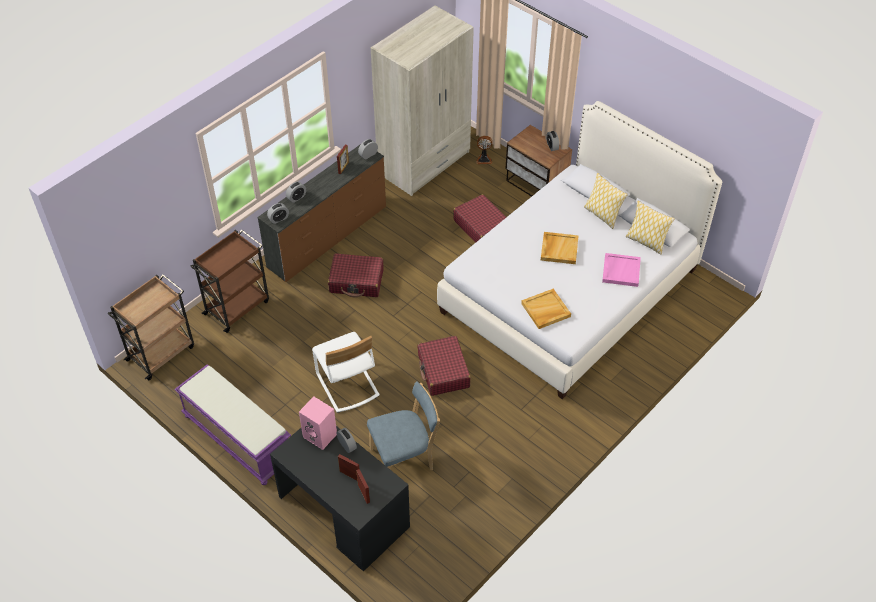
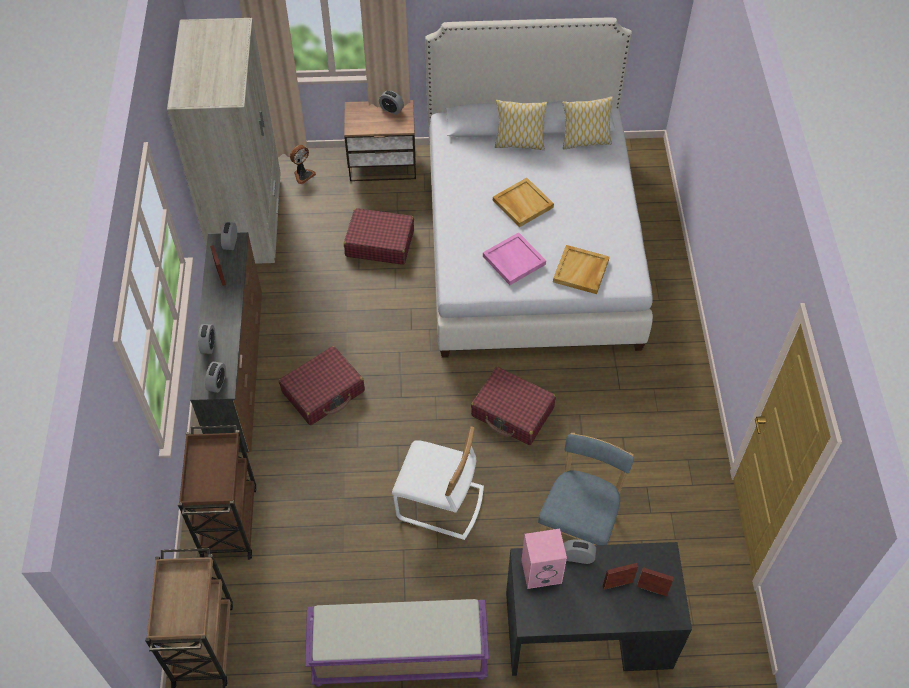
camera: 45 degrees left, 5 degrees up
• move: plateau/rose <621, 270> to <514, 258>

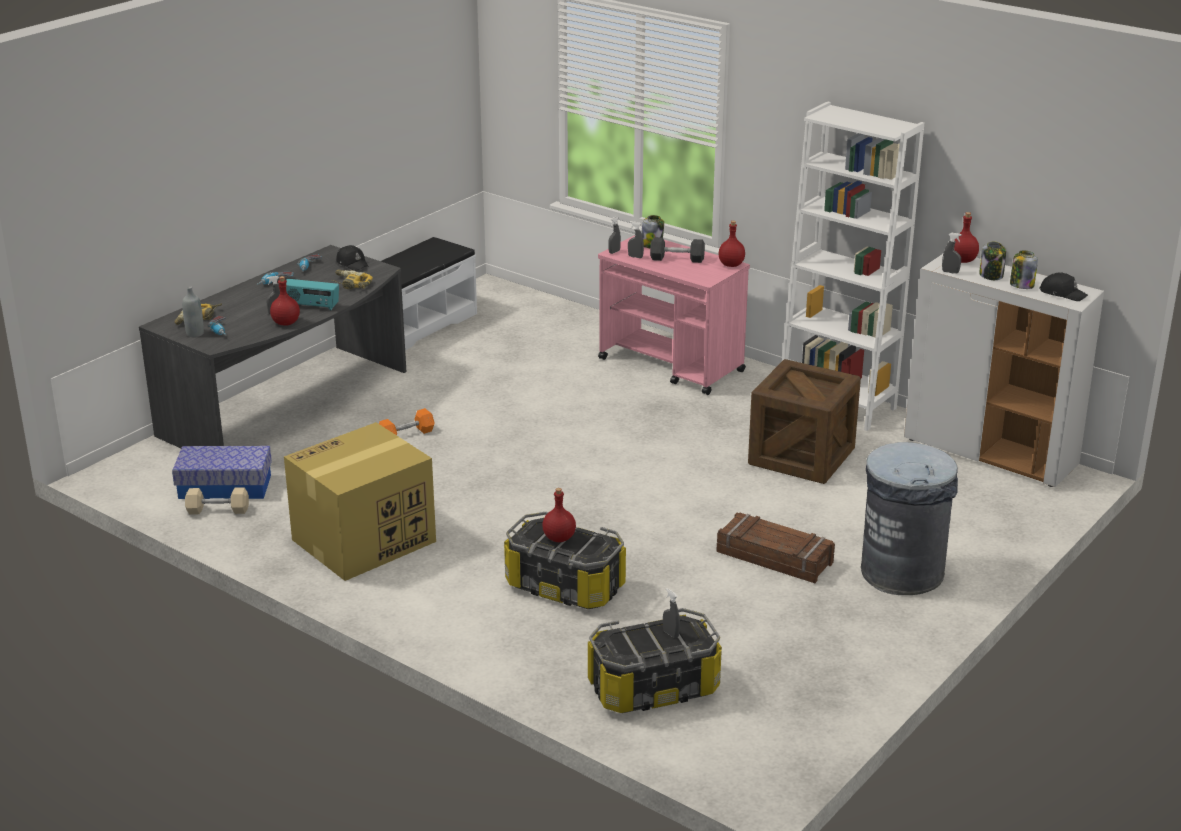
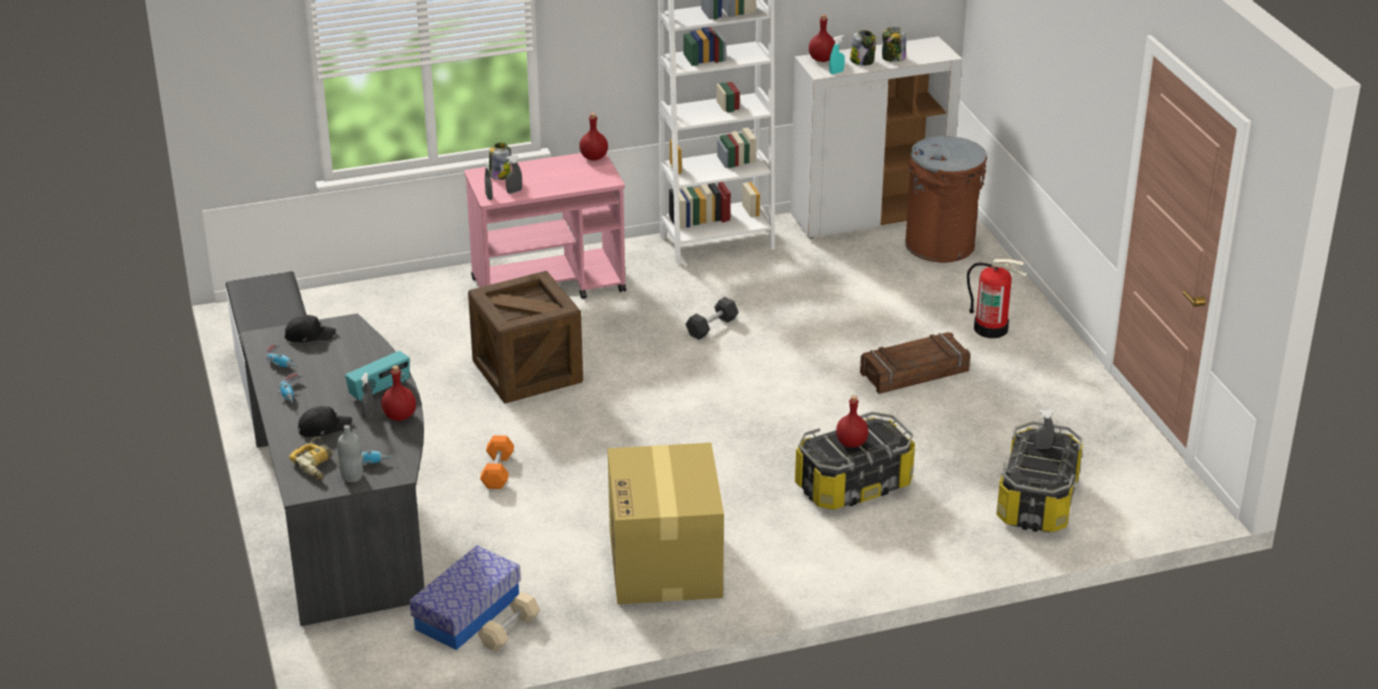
camera: 55 degrees left, 5 degrees up
• delete: perceuse <352, 279>
• insert: poubelle/marron <946, 199>
• move: haltère/gris <677, 250> to <712, 318>
• move: caisse <804, 421> to <525, 337>
• move: casquette/noir <1063, 286> to <325, 421>
• replace: poubelle/gris <909, 518> to extincteur <997, 298>
• recolor: vaporisateur/gris <952, 253> to vaporisateur/turquoise <837, 54>

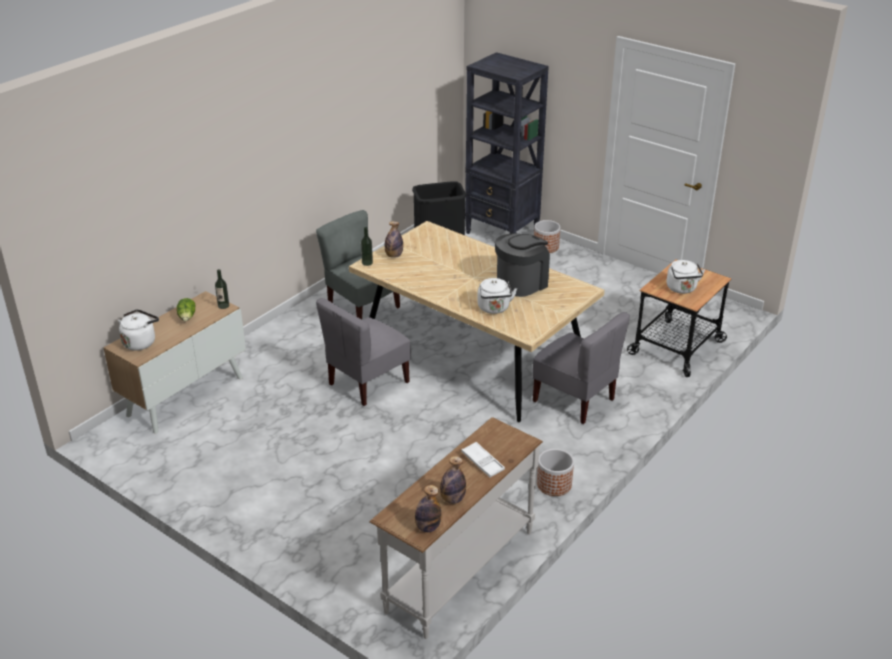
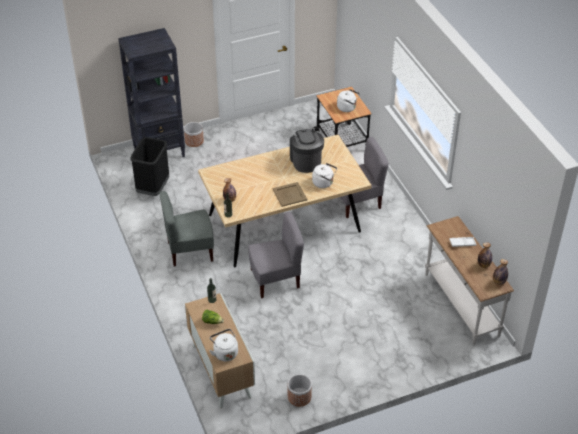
camera: 60 degrees left, 10 degrees up
• insert: plateau/beige <290, 194>
• move: cache-pot <555, 472> to <300, 390>
• rotate: chaise/gris <363, 352> = <276, 255> 90 degrees counterclockwise

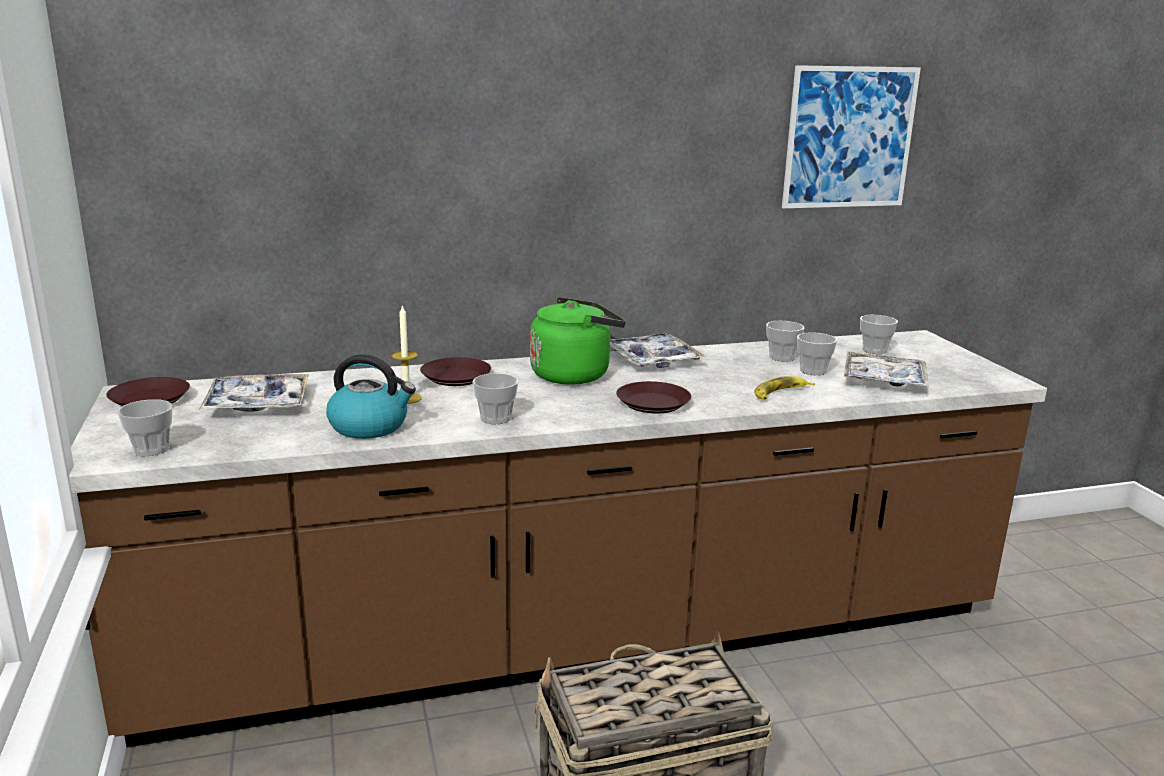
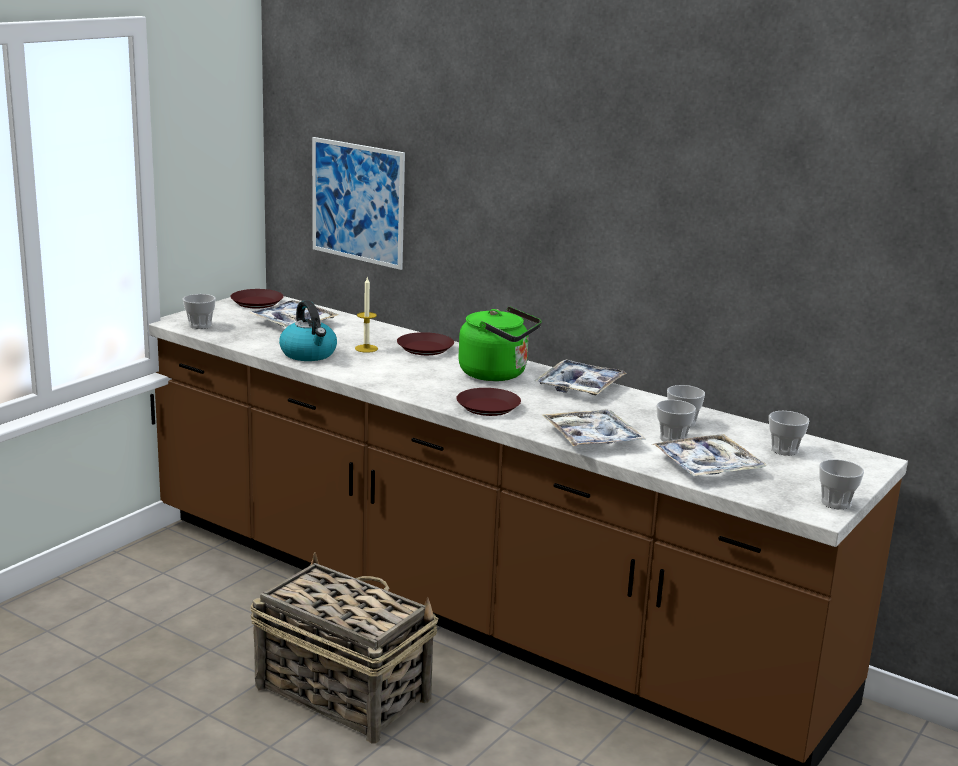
camera: 50 degrees right, 0 degrees up
• move: tasse <495, 398> to <841, 484>
• move: tableau <851, 136> to <358, 203>
• replace: banane <784, 388> to plateau <594, 428>

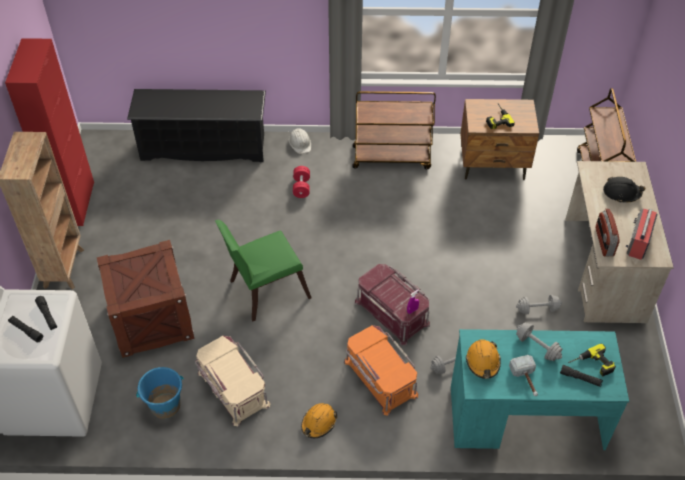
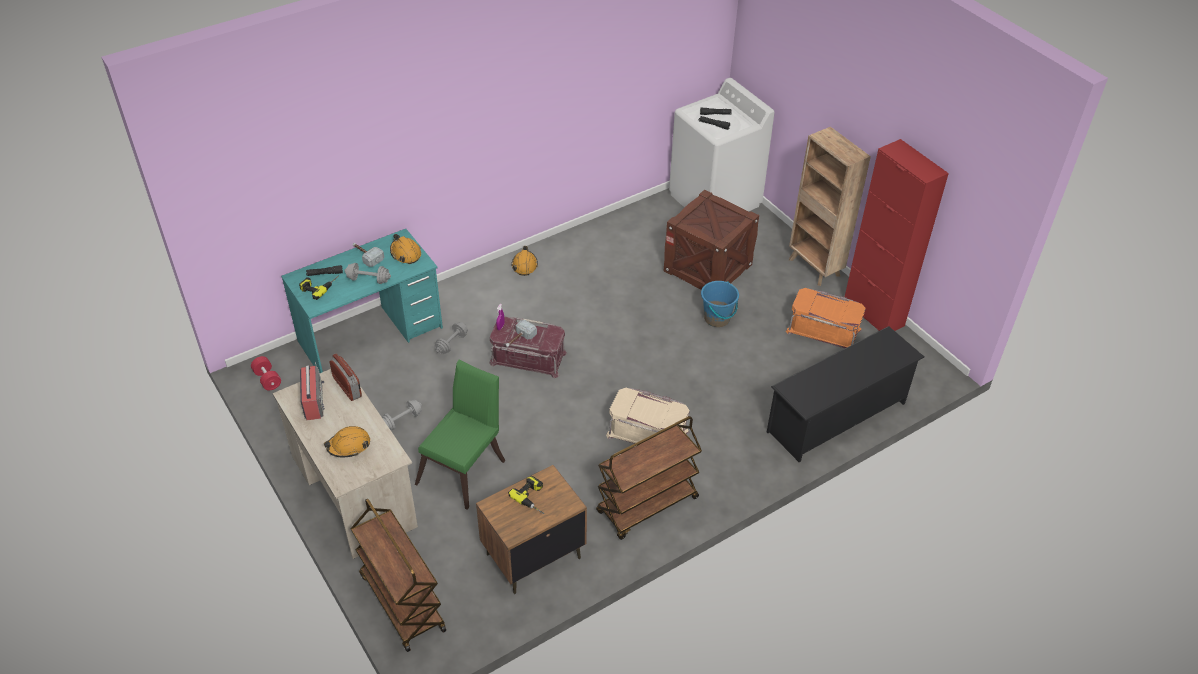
camera: 145 degrees right, 5 degrees down
• delete: casque de chantier/blanc <300, 141>
• insert: marteau <521, 333>
• move: seau/bleu <160, 393> to <720, 304>
• move: boîte de rangement/beige <232, 381> to <648, 416>
• move: chaise/vert <263, 270> to <460, 435>
• move: haltère/rouge <301, 182> to <266, 373>
• move: boîte de rangement/orange <381, 370> to <826, 318>
• recolor: casque de chantier/noir <624, 190> to casque de chantier/orange <347, 441>

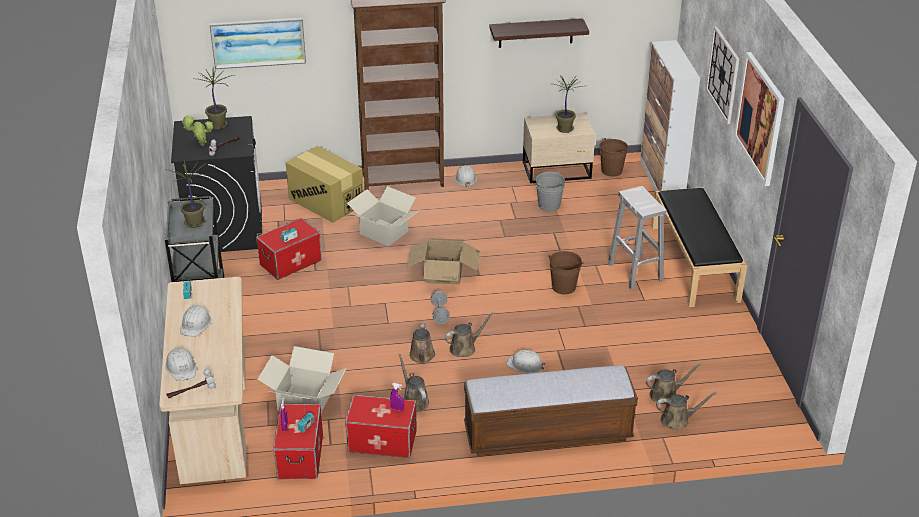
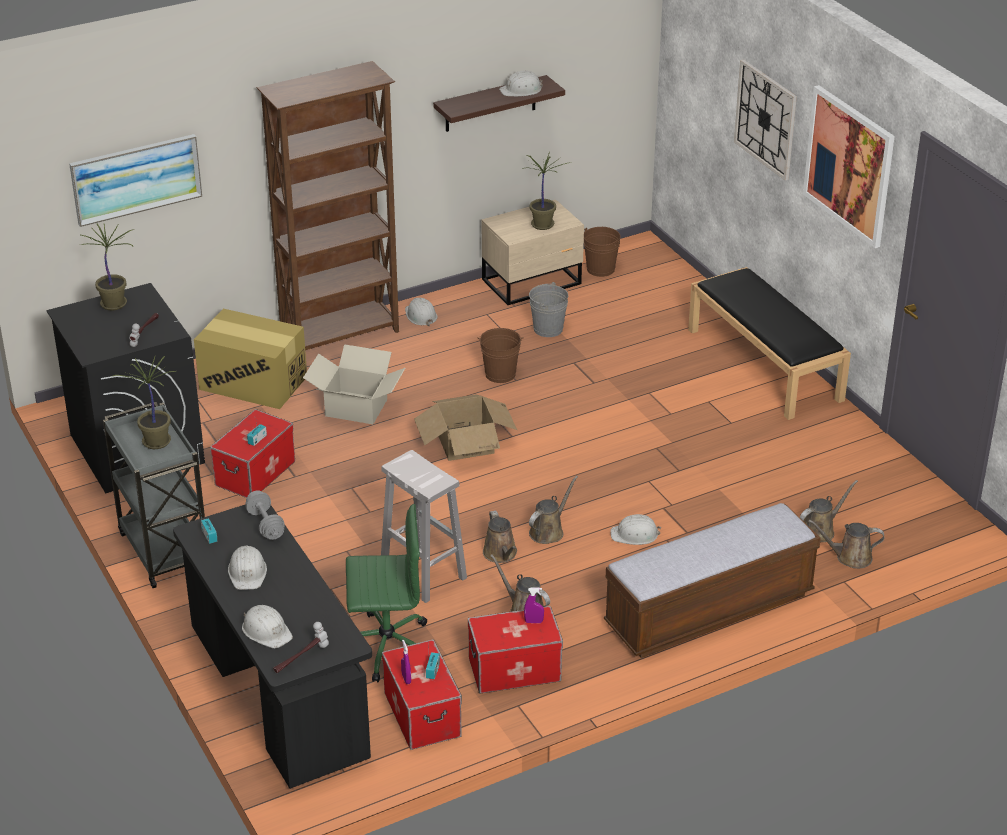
camera: 20 degrees left, 0 degrees up
• delete: plante en pot <197, 130>
• delete: meuble de rangement <670, 115>
• insert: casque de chantier/blanc <521, 83>
• move: haltère/gris <440, 307> to <265, 515>
• move: seau/marron <566, 272> to <500, 355>
• move: tabouret/blanc <637, 238> to <424, 526>
• replace: carton <302, 379> to chaise de bureau/vert <386, 593>
• recolor: bureau/beige <203, 380> to bureau/noir <272, 646>
• rotate: arrosoir/marron <686, 411> = <846, 544> 150 degrees counterclockwise

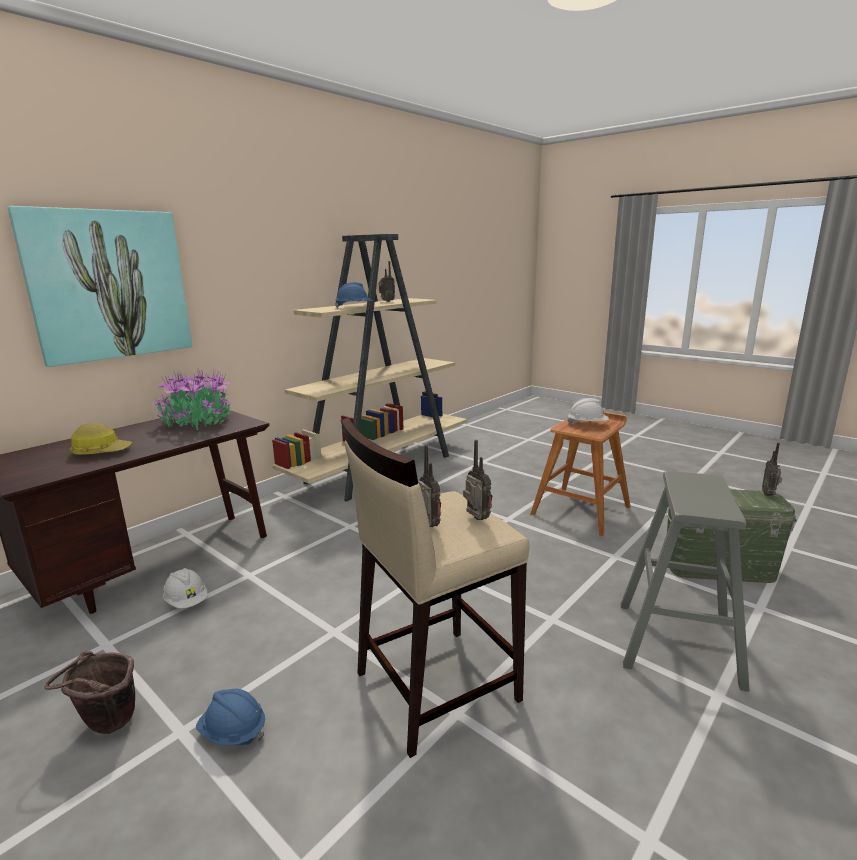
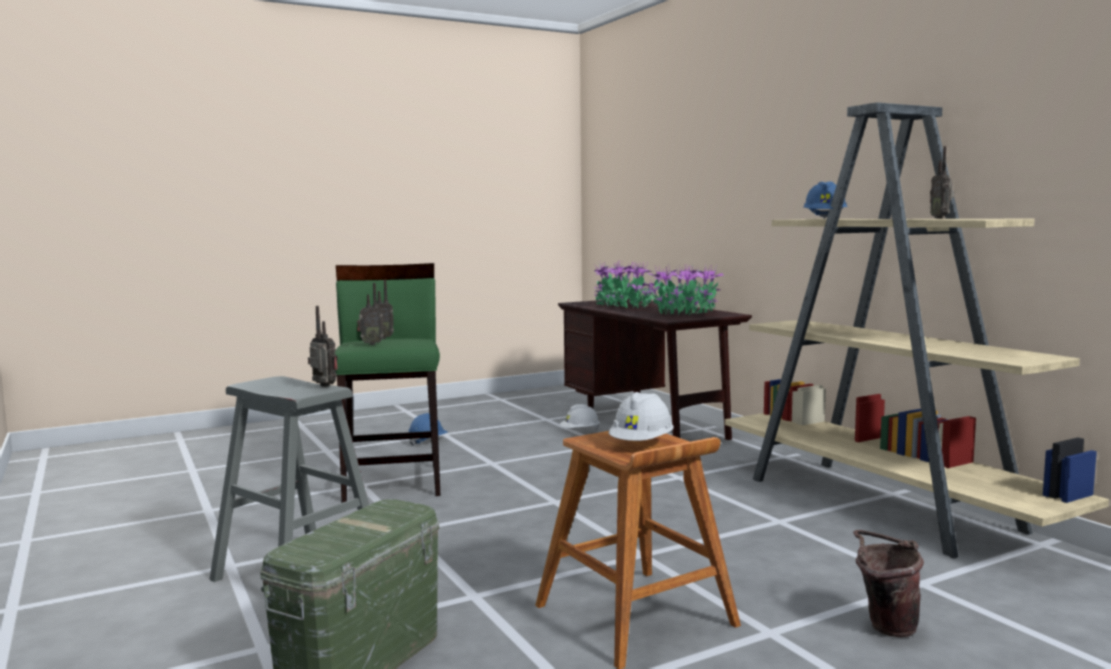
camera: 110 degrees right, 10 degrees down
• delete: tableau <99, 286>
• move: seau/marron <89, 692> to <888, 583>
• move: radio <772, 469> to <323, 346>
• replace: casque de chantier <101, 439> to plante en pot <624, 284>
• recolor: tabouret/beige <435, 588> to tabouret/vert <388, 383>

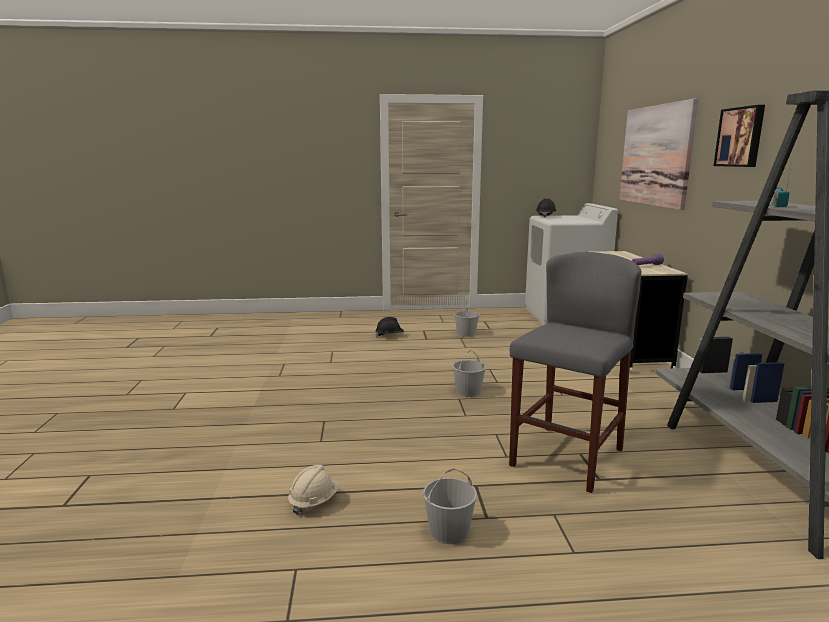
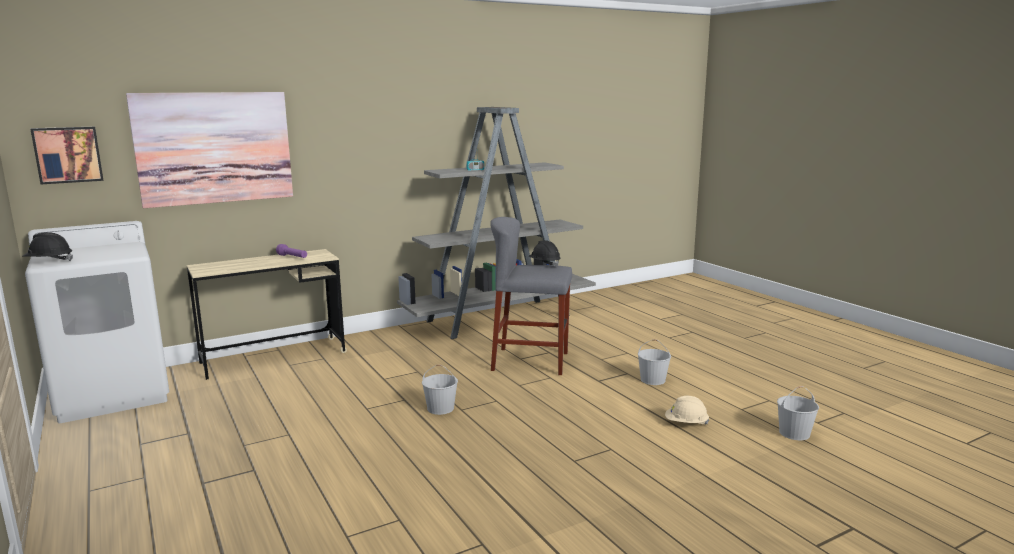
camera: 115 degrees left, 0 degrees up
• move: casque de chantier/noir <389, 327> to <544, 253>
• move: seau/blanc <466, 319> to <798, 413>
• move: tableau <739, 136> to <67, 155>

